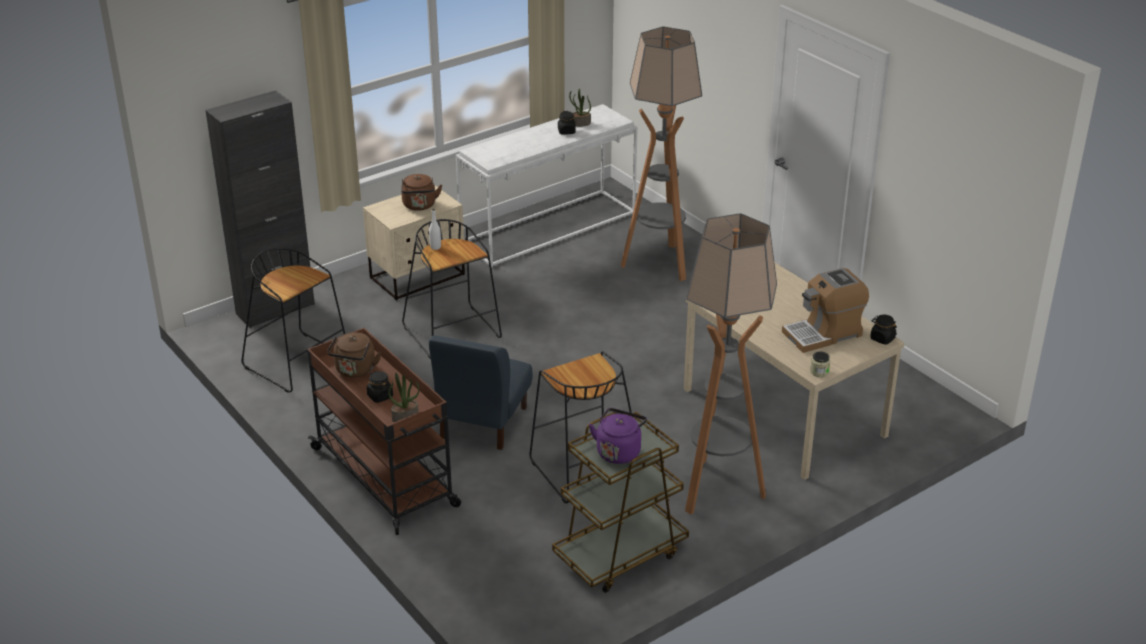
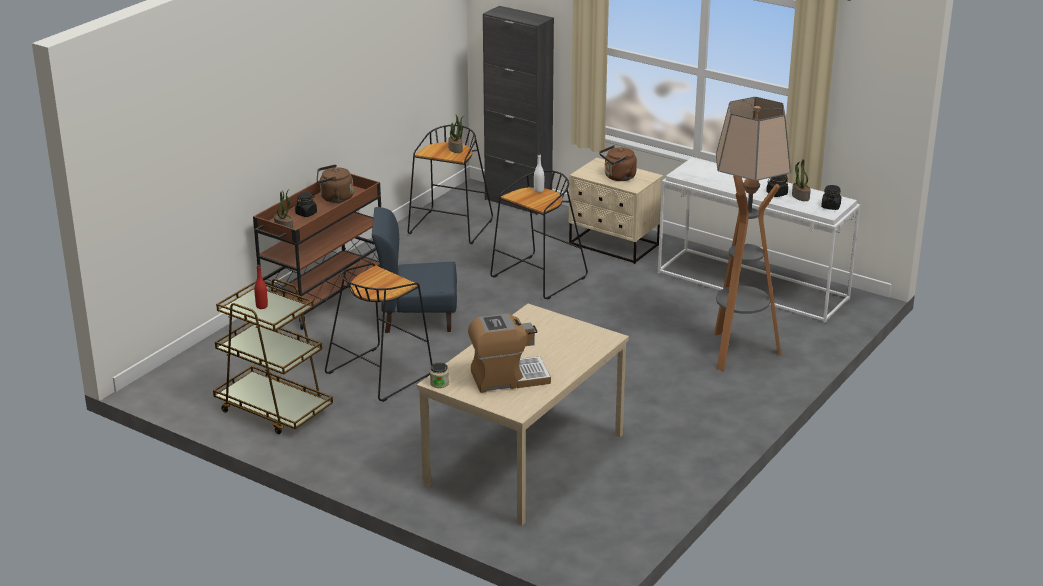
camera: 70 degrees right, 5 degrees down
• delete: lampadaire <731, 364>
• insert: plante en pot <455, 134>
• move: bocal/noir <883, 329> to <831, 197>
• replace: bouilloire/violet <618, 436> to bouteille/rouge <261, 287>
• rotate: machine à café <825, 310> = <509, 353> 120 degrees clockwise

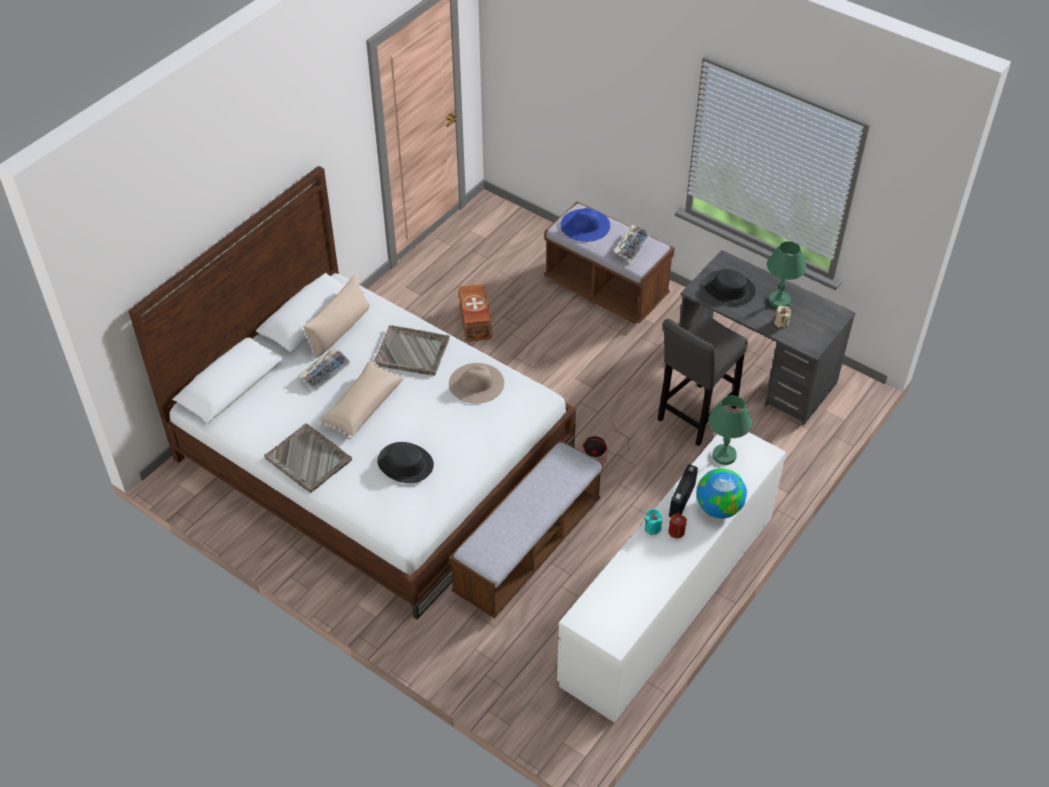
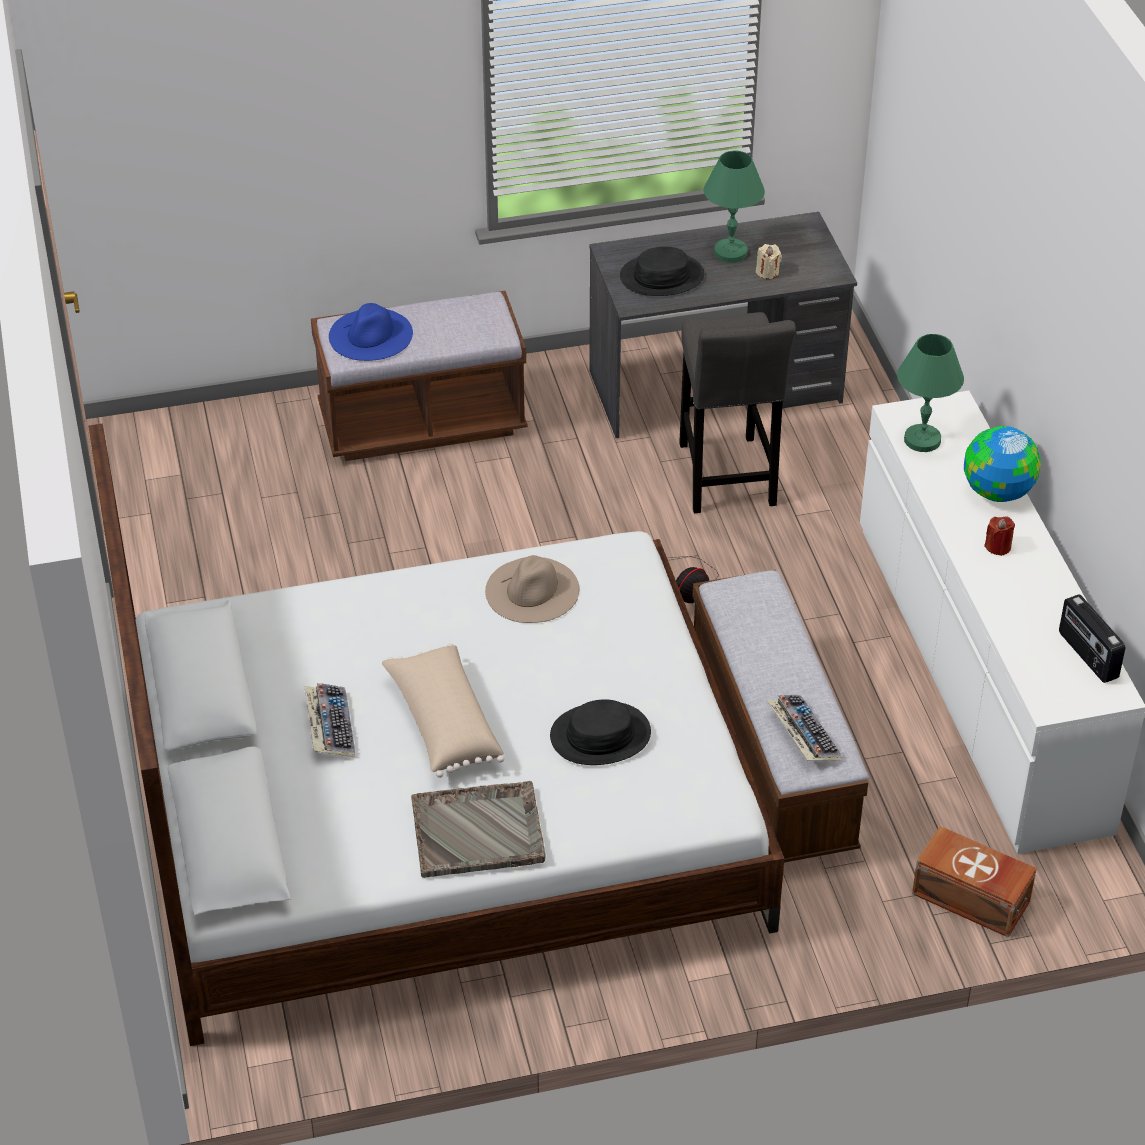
camera: 50 degrees left, 5 degrees down
• delete: coussin/beige <335, 316>
• delete: plateau/gris <412, 350>
• delete: bougie/turquoise <653, 522>
• move: boîte de rangement/marron <475, 313> to <974, 881>
• move: clavier <632, 244> to <804, 727>
• move: radio <683, 490> to <1092, 638>

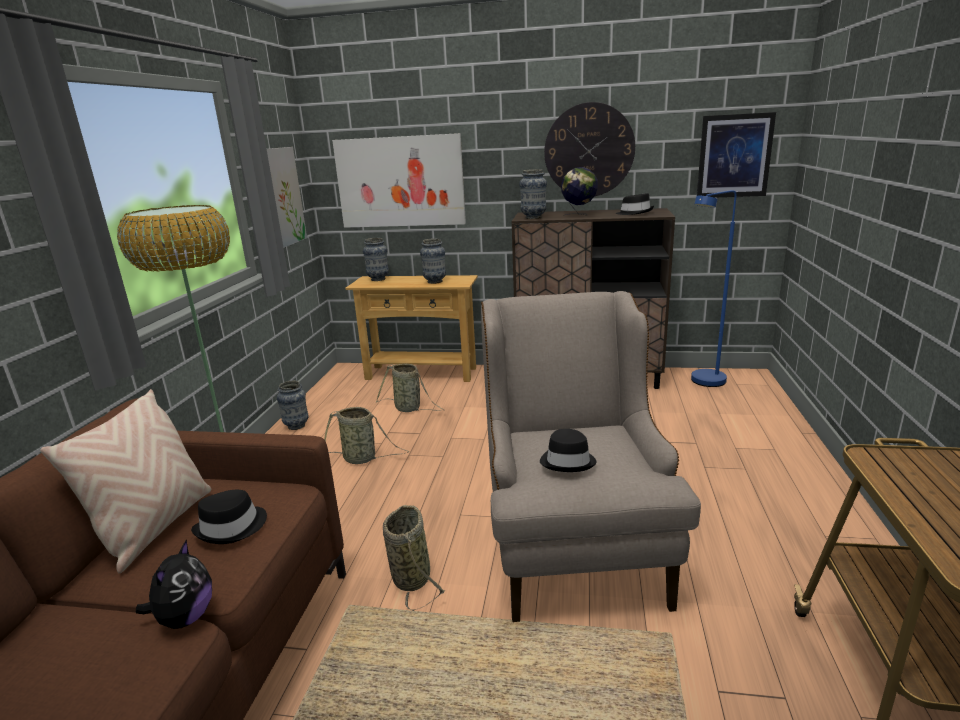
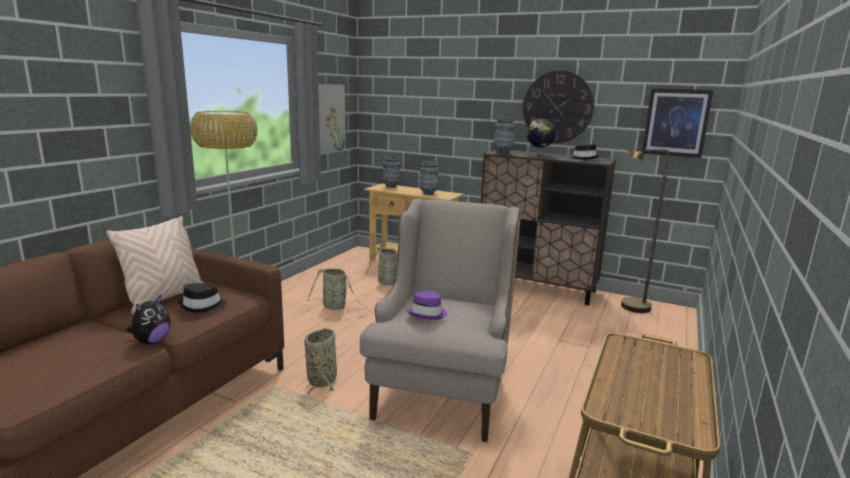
camera: 15 degrees right, 5 degrees down
• delete: vase <292, 405>
• delete: tableau <399, 180>
• recolor: chapeau/noir <568, 450> to chapeau/violet <427, 305>
• recolor: lampadaire/bleu <714, 288> to lampadaire/marron <645, 231>

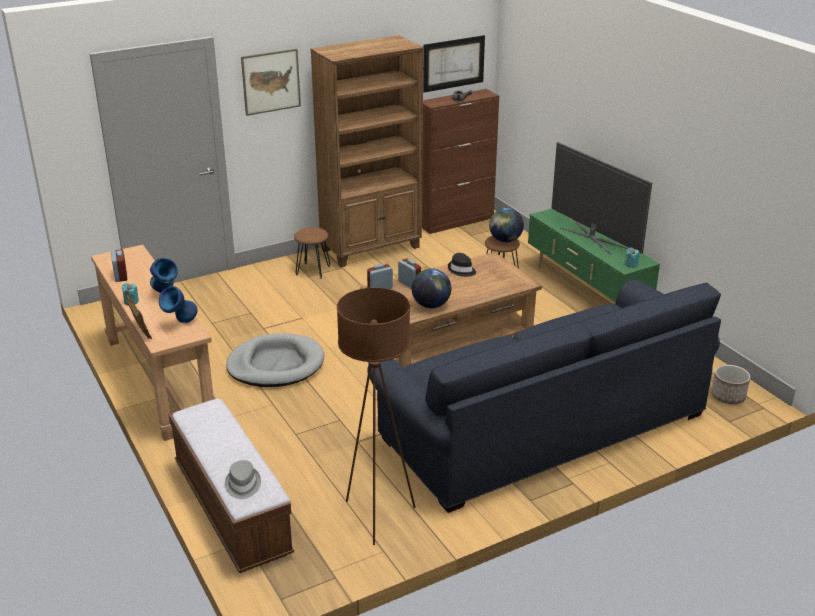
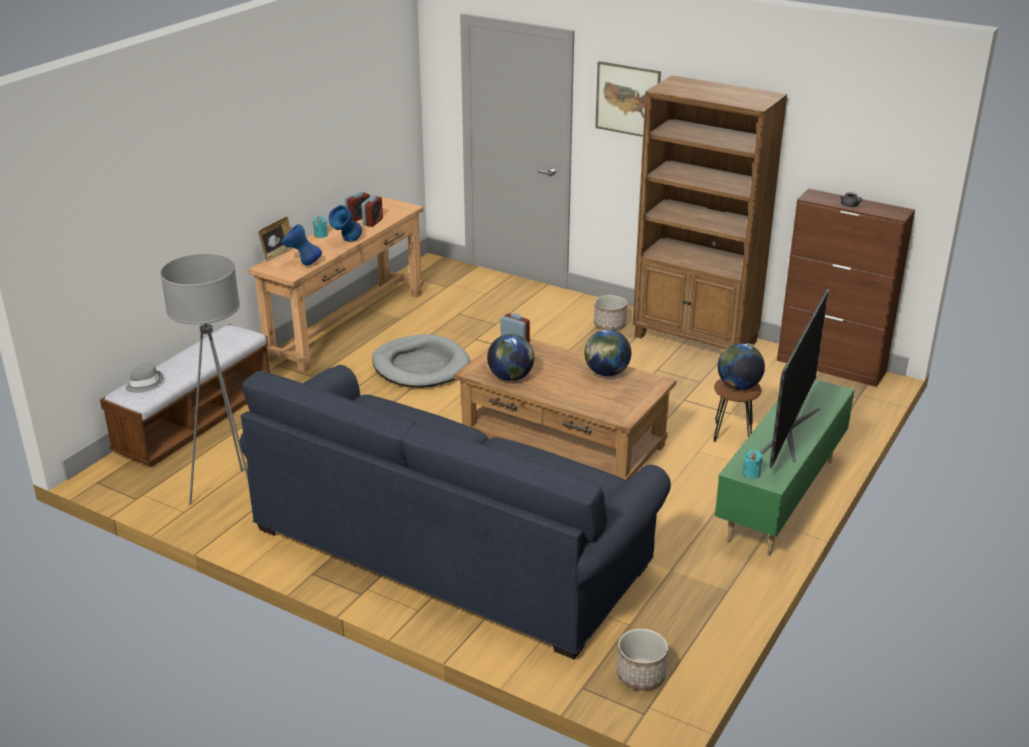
camera: 60 degrees right, 0 degrees up
• delete: tableau <454, 64>
• move: réveil <409, 274> to <372, 211>
• replace: tabouret/marron <312, 253> to cache-pot <610, 313>
• replace: chapeau/noir <462, 265> to globe <607, 353>
• recolor: lampadaire/marron <376, 416> to lampadaire/gris <204, 379>

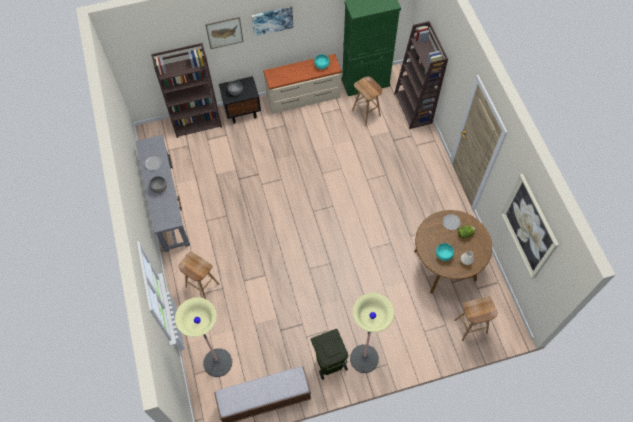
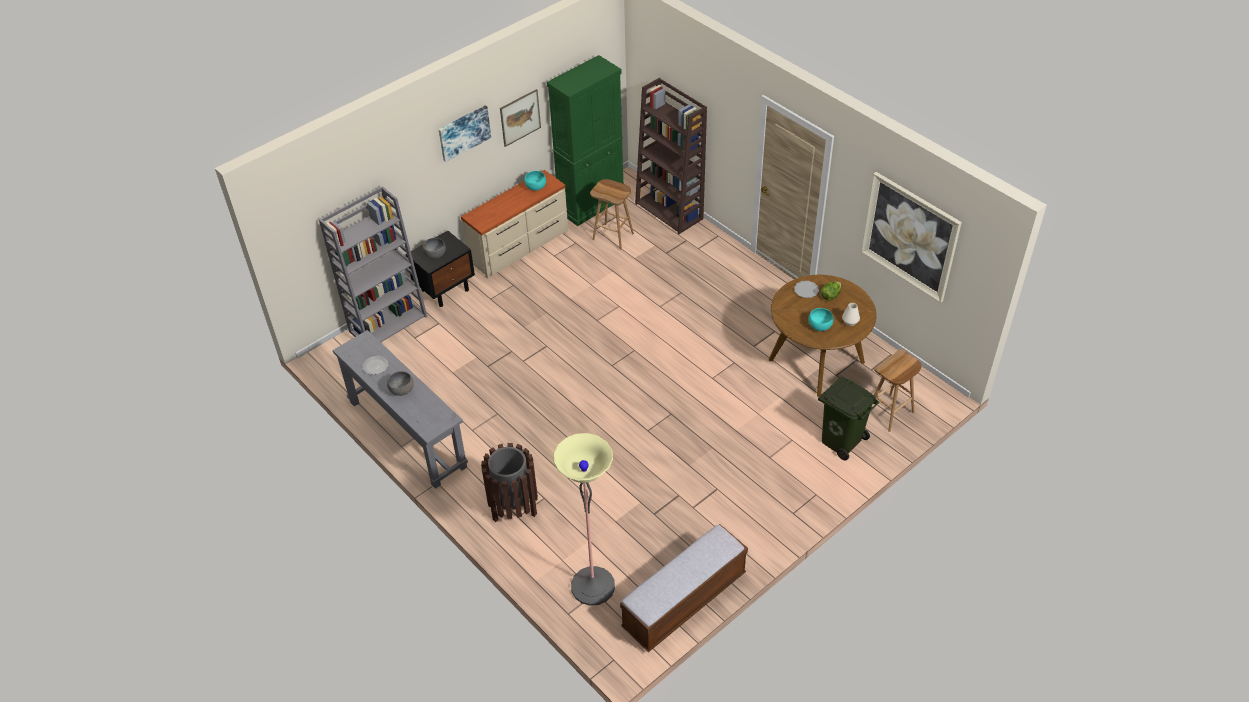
camera: 25 degrees left, 15 degrees down
• delete: lampadaire <372, 333>
• move: tableau <224, 33> to <520, 118>
• move: poubelle/vert <329, 354> to <848, 418>
• replace: tabouret/marron <199, 275> to poubelle/marron <509, 482>
• recolor: bibliothèque/marron <186, 90> to bibliothèque/gris <373, 264>

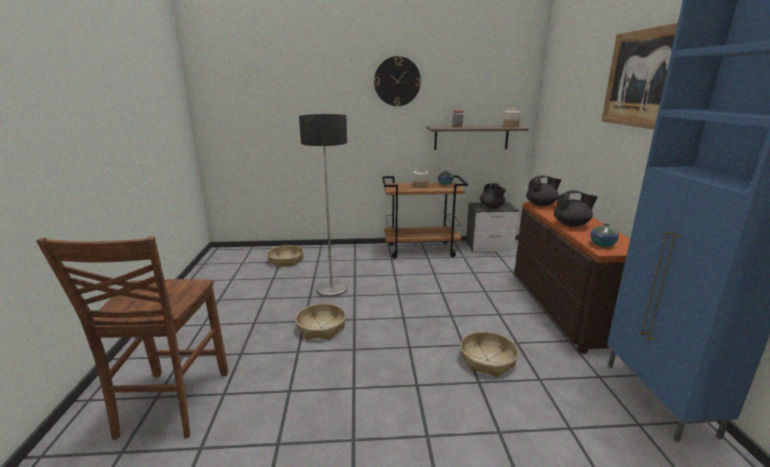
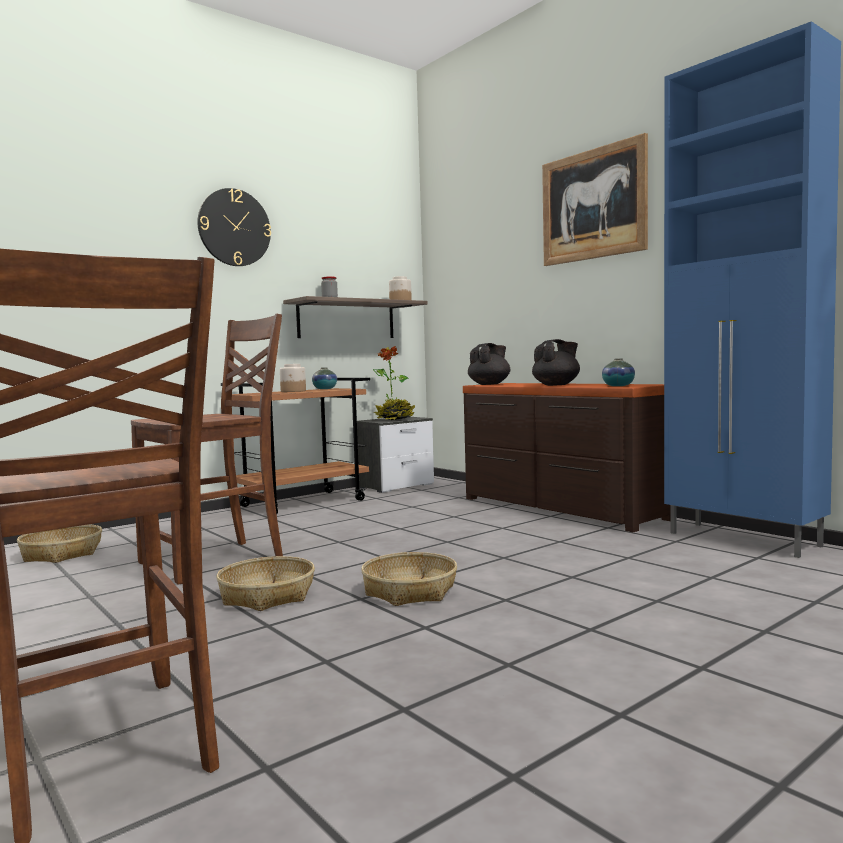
camera: 35 degrees left, 15 degrees down
• move: panier <489, 354> to <409, 579>
• replace: lampadaire <323, 205> to chaise/marron <207, 449>
• replace: théière/noir <493, 196> to plante en pot <394, 383>

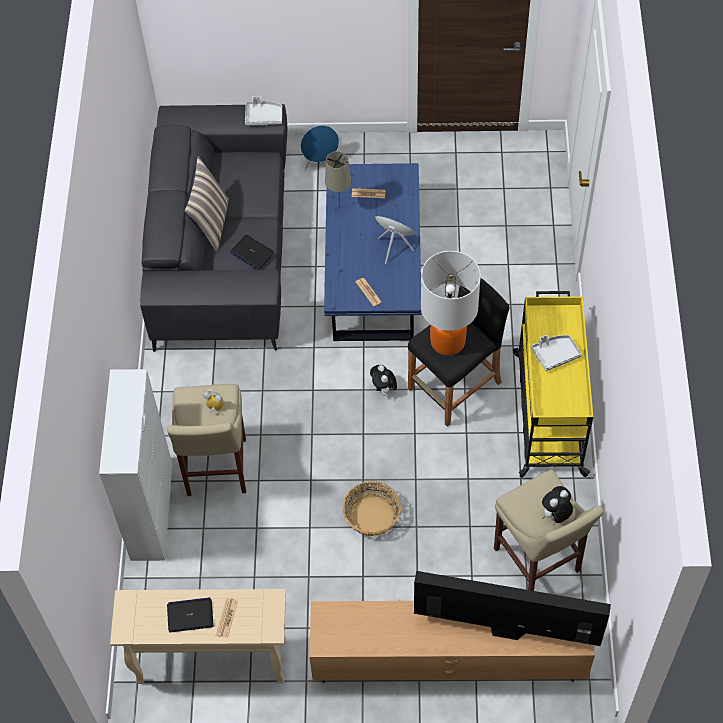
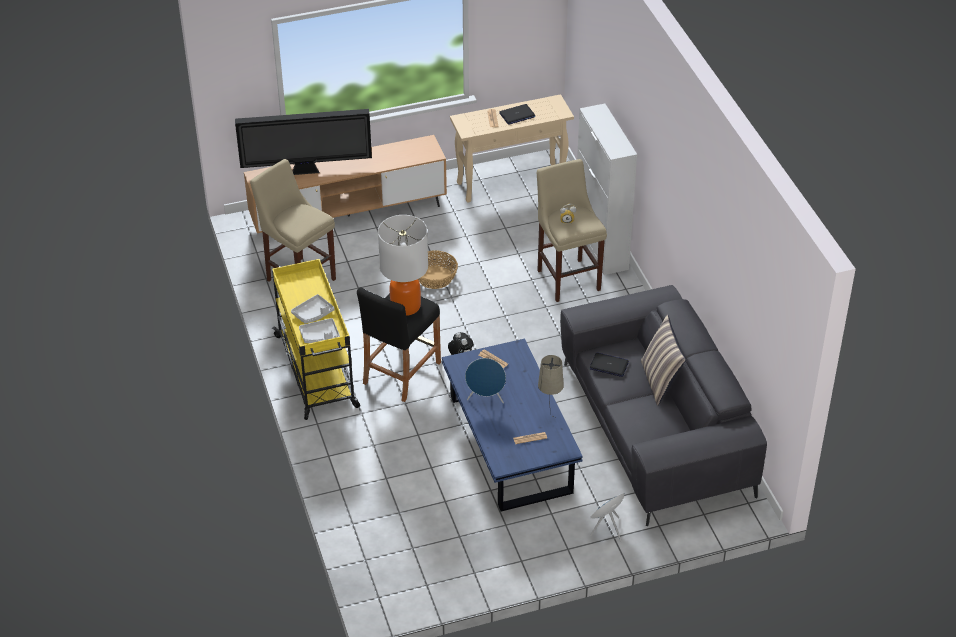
camera: 160 degrees right, 15 degrees down
• delete: peluche <557, 504>
• move: plateau/gris <263, 110> to <319, 330>

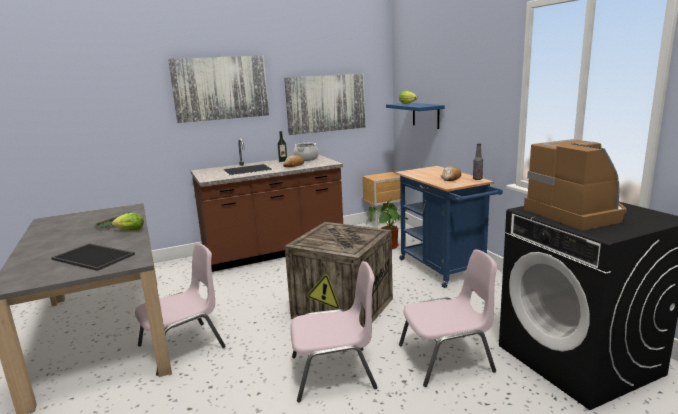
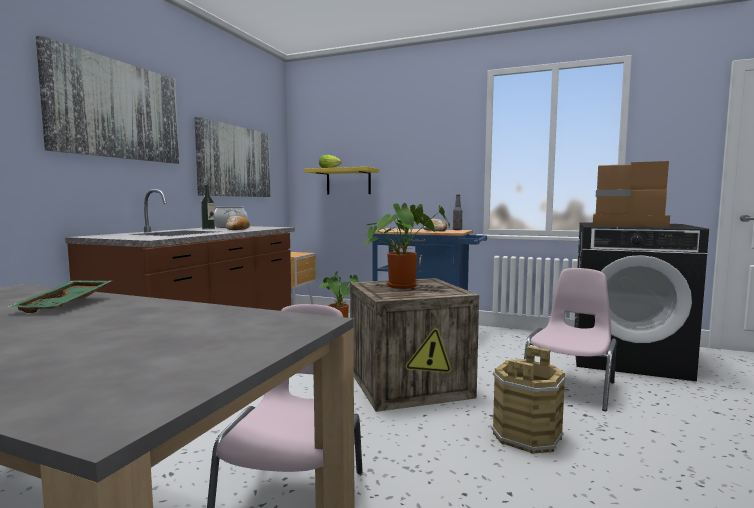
camera: 45 degrees left, 10 degrees down
• delete: plateau <93, 257>
• delete: laitue <128, 222>
• insert: plante en pot <406, 246>
• replace: chaise/rose <334, 331> to seau/marron <528, 400>
• recolor: étagère/bleu <415, 116> to étagère/jaune <341, 181>

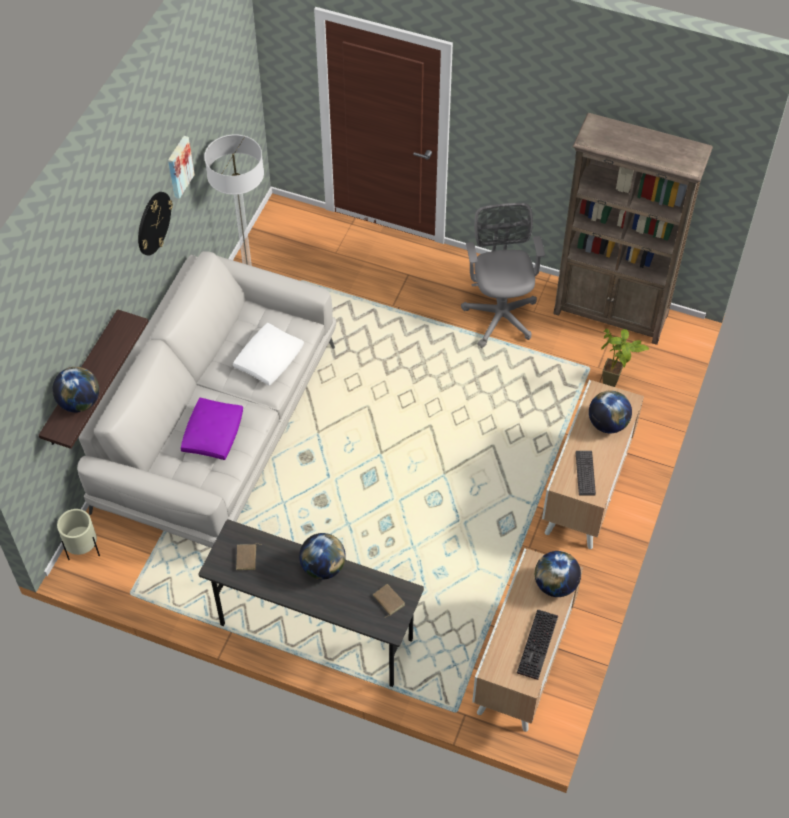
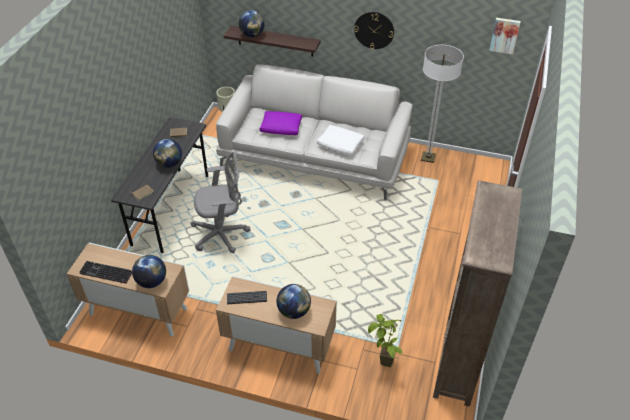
camera: 85 degrees right, 10 degrees down
• move: tableau <181, 167> to <505, 36>
• move: chaise de bureau/gris <503, 275> to <220, 202>

